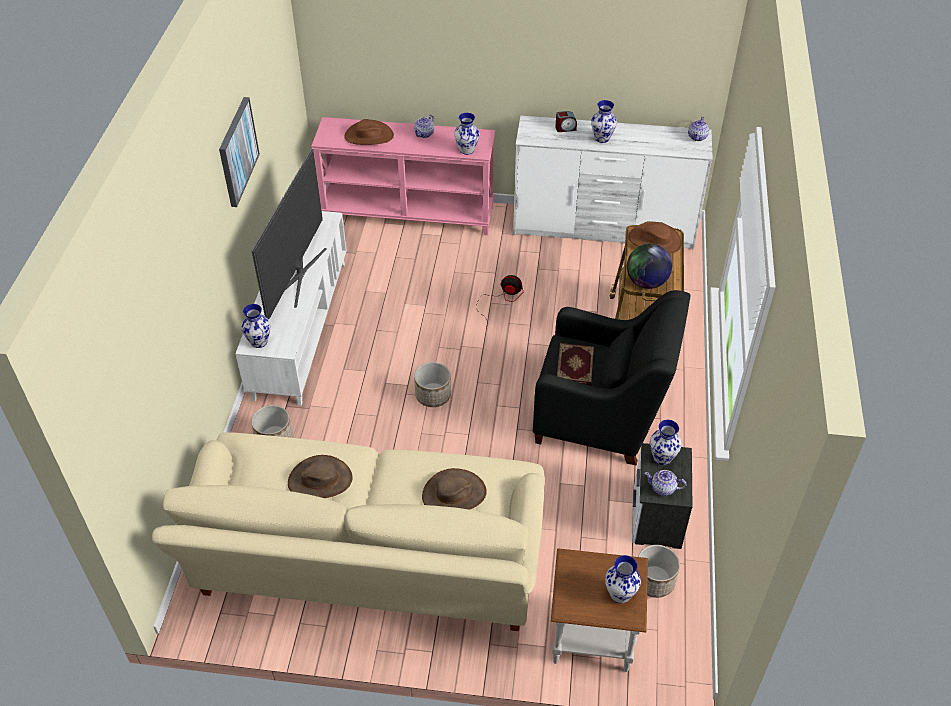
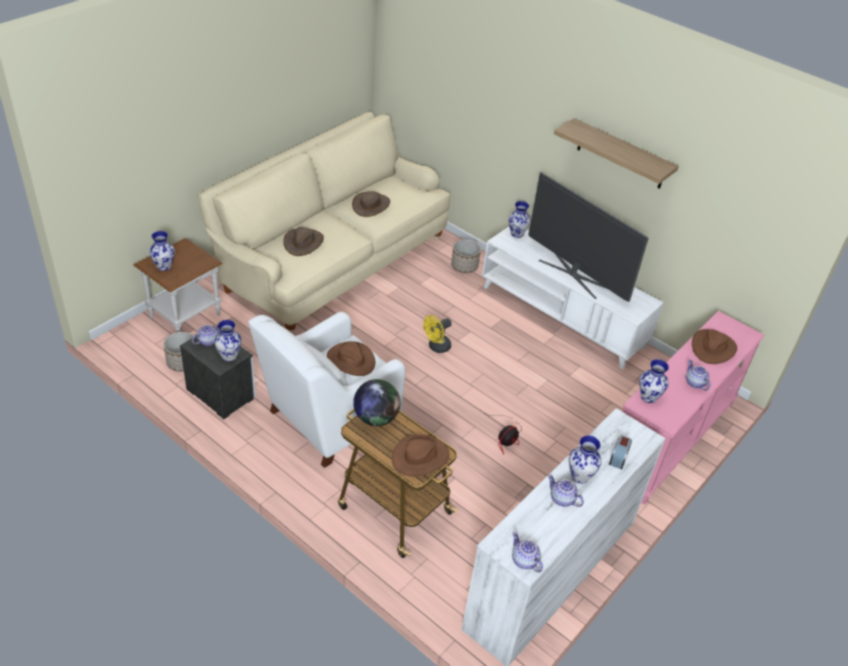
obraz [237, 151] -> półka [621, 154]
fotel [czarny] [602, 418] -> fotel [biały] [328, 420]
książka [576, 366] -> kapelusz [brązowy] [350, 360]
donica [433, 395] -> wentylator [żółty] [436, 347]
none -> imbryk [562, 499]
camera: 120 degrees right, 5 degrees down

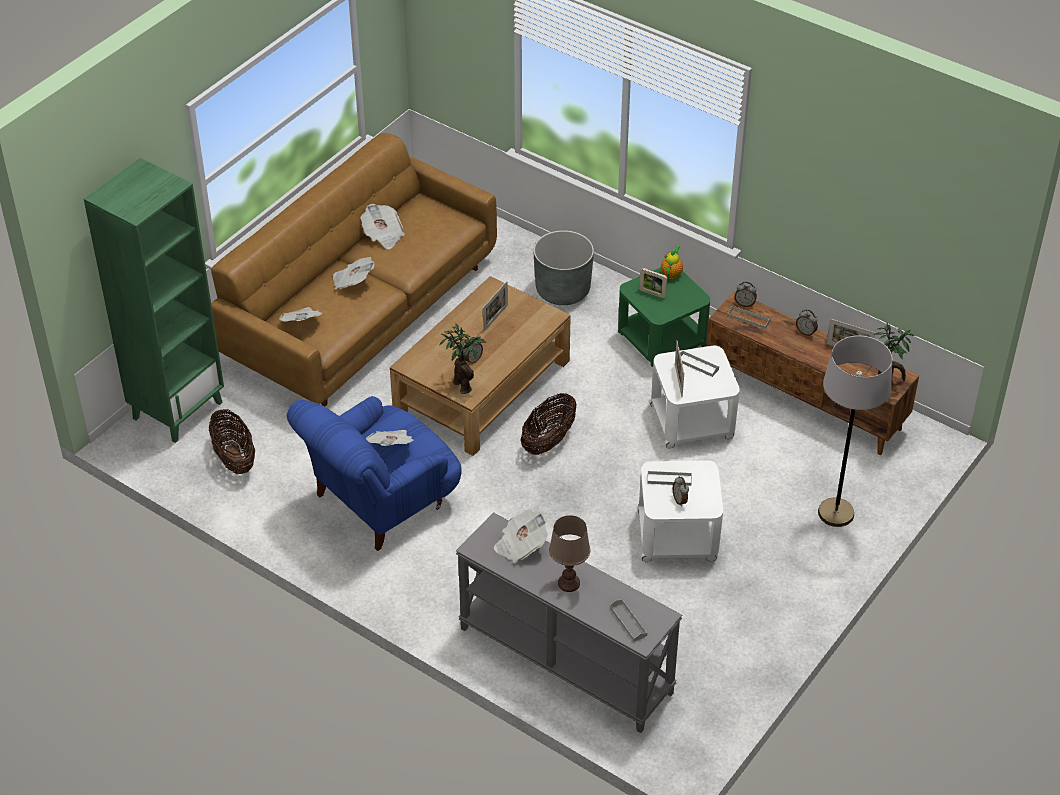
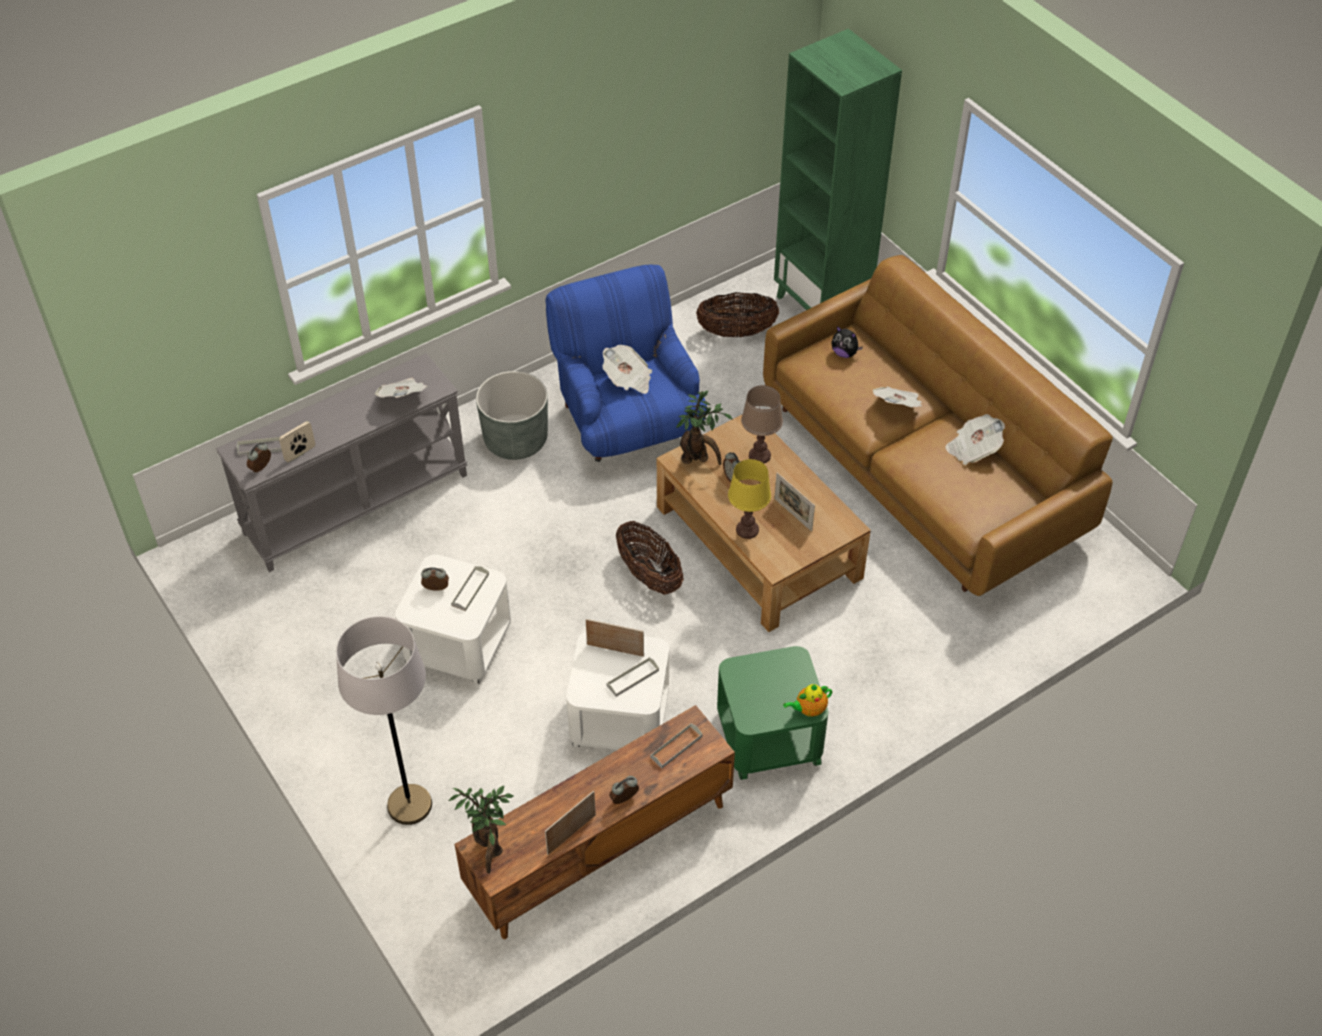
donica [szary] [563, 290] -> donica [szary] [515, 440], moved
imbryk [671, 273] -> imbryk [809, 710], 120 degrees clockwise
ramka na zdjęcie [652, 293] -> ramka na zdjęcie [300, 453], moved
budzik [744, 304] -> budzik [262, 468], moved
gazeta [302, 323] -> pluszak [844, 353]
lampa stołowa [brązowy] [569, 583] -> lampa stołowa [brązowy] [760, 456], moved
none -> lampa stołowa [żółty] [747, 529]
camera: 110 degrees right, 5 degrees up

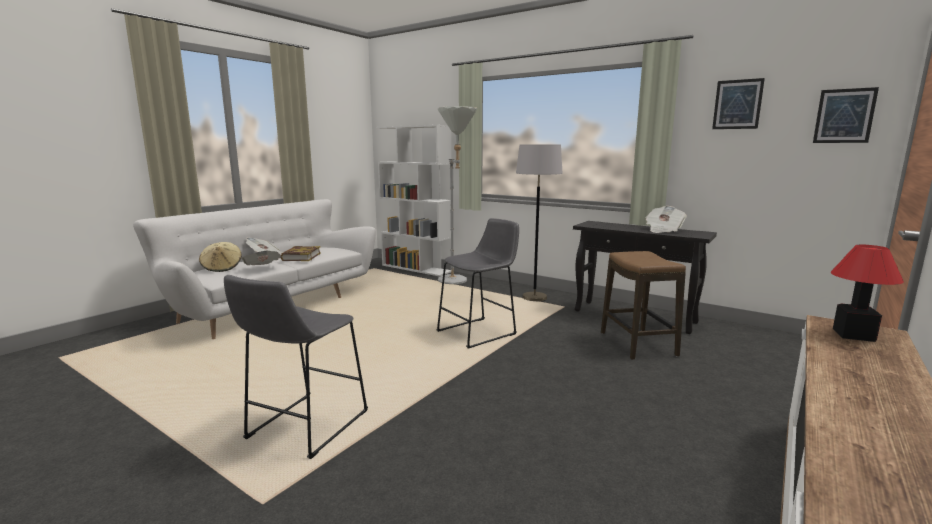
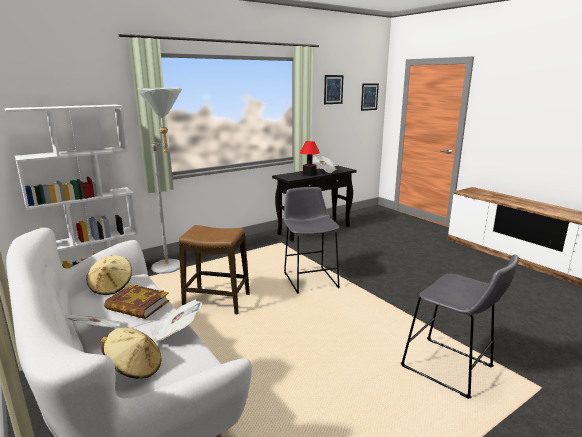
lampa stojąca [szary] [534, 298] -> none
lampa stołowa [854, 335] -> lampa stołowa [309, 174], moved
stołek [638, 344] -> stołek [217, 301], moved
none -> kapelusz [beżowy] [111, 286]
camera: 70 degrees left, 5 degrees up

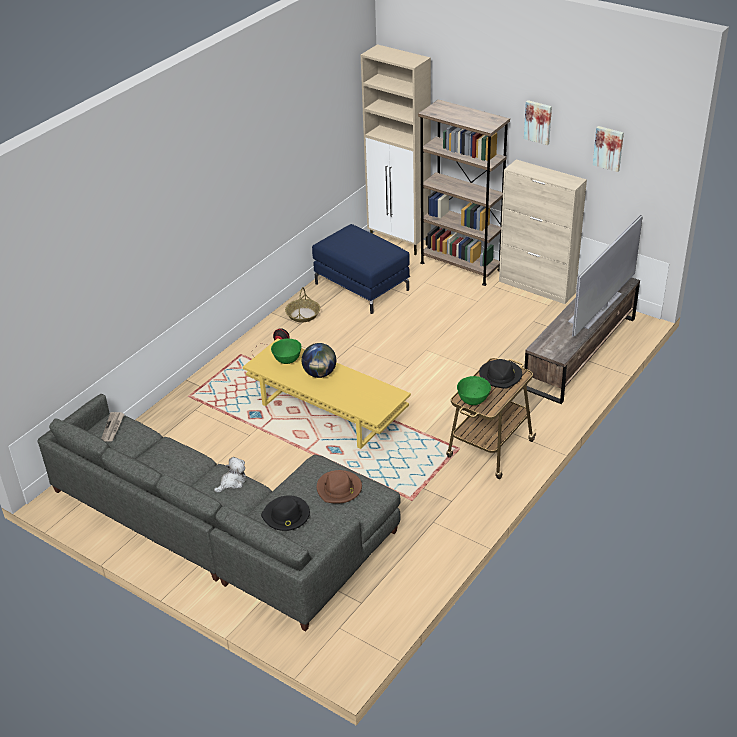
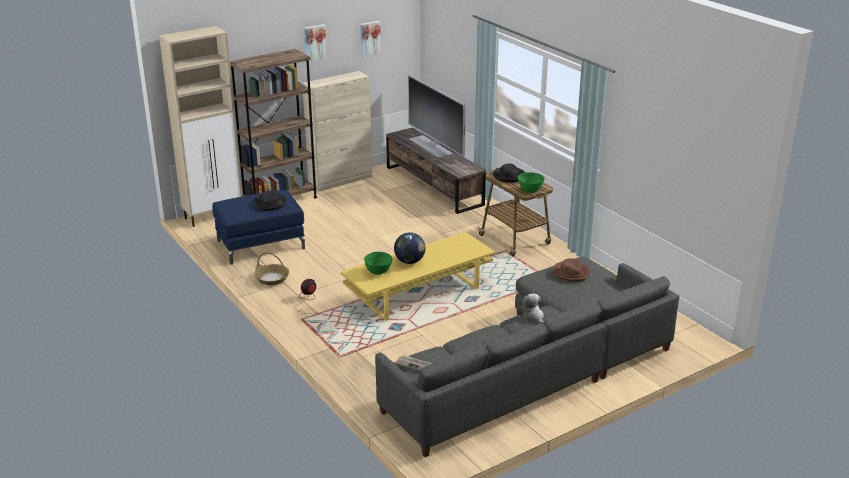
kapelusz [czarny] [286, 516] -> kapelusz [czarny] [270, 203], moved
camera: 70 degrees left, 10 degrees down

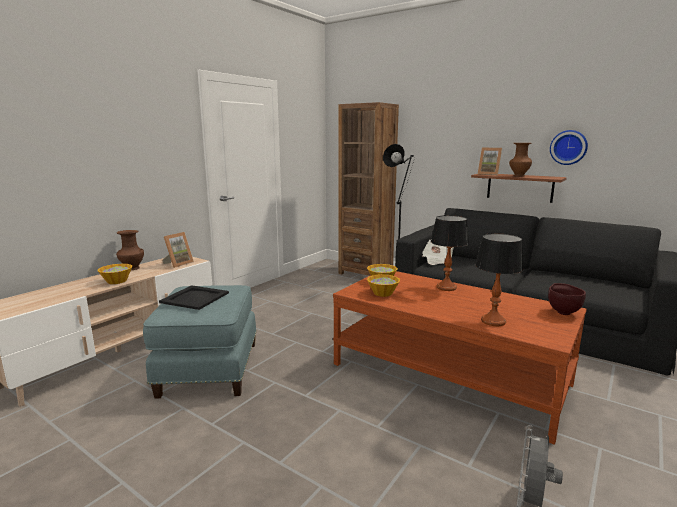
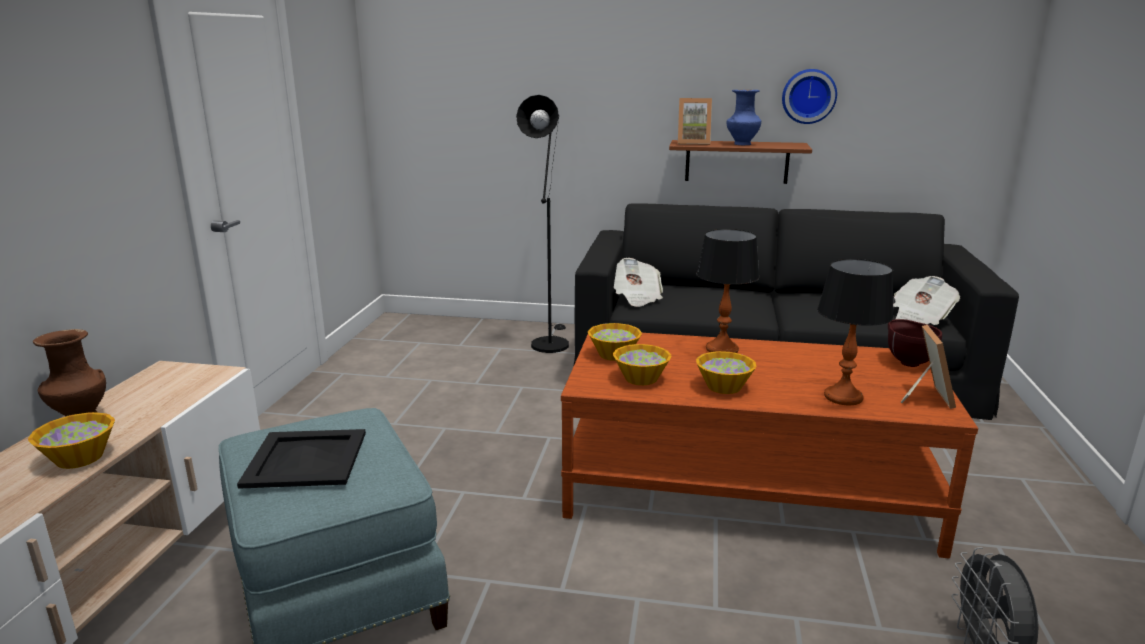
regał [brązowy] [365, 273] -> none
wazon [brązowy] [518, 176] -> wazon [niebieski] [741, 144]
ramka na zdjęcie [178, 264] -> ramka na zdjęcie [925, 396], moved
none -> gazeta [920, 317]
none -> miska [724, 387]
camera: 25 degrees left, 5 degrees up

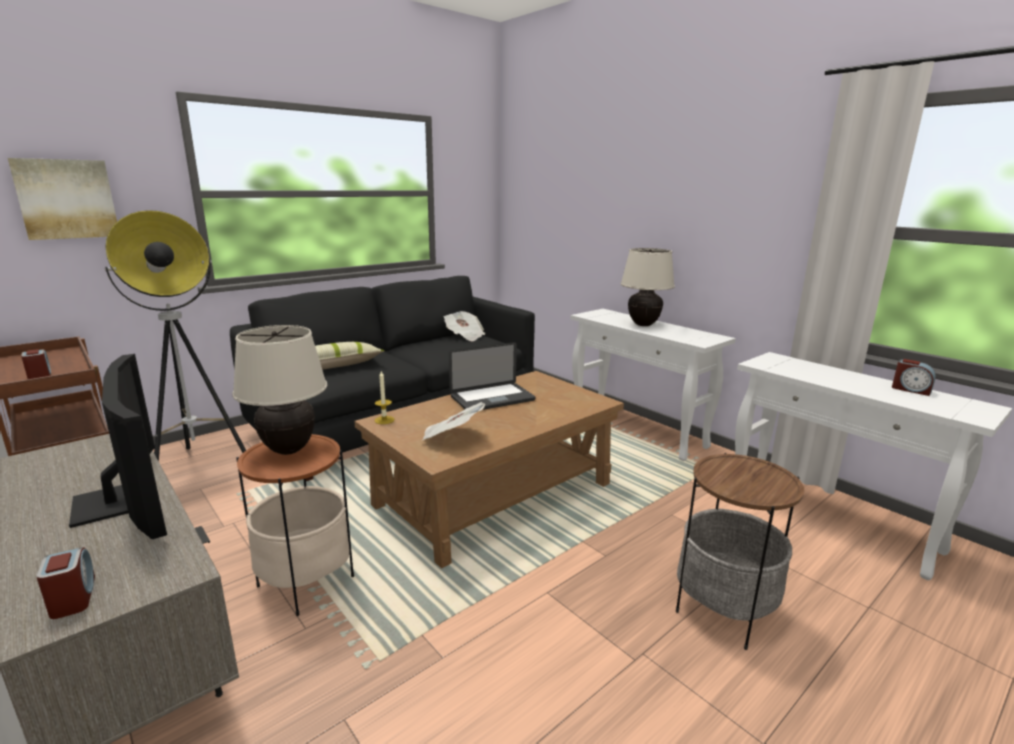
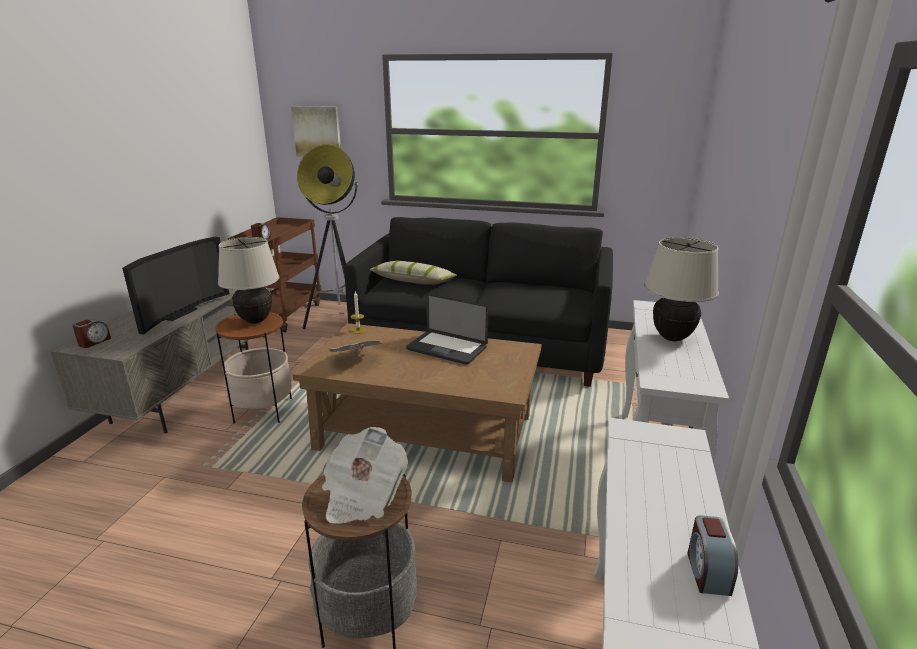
gazeta [464, 336] -> gazeta [362, 495], moved
camera: 55 degrees right, 5 degrees up

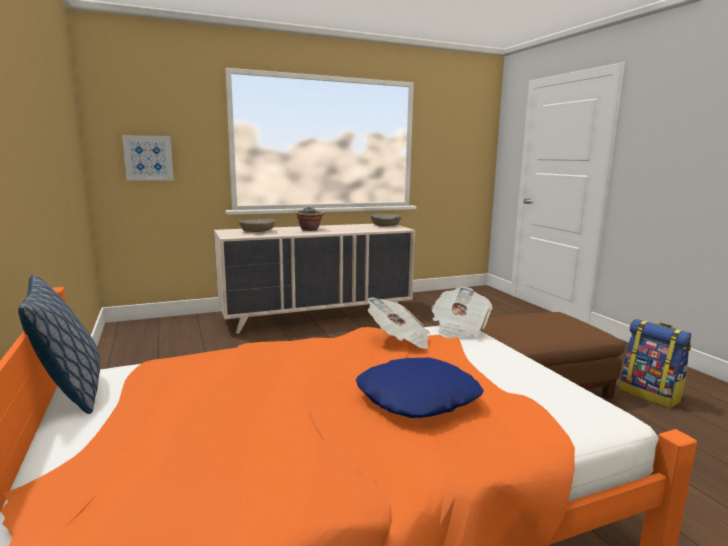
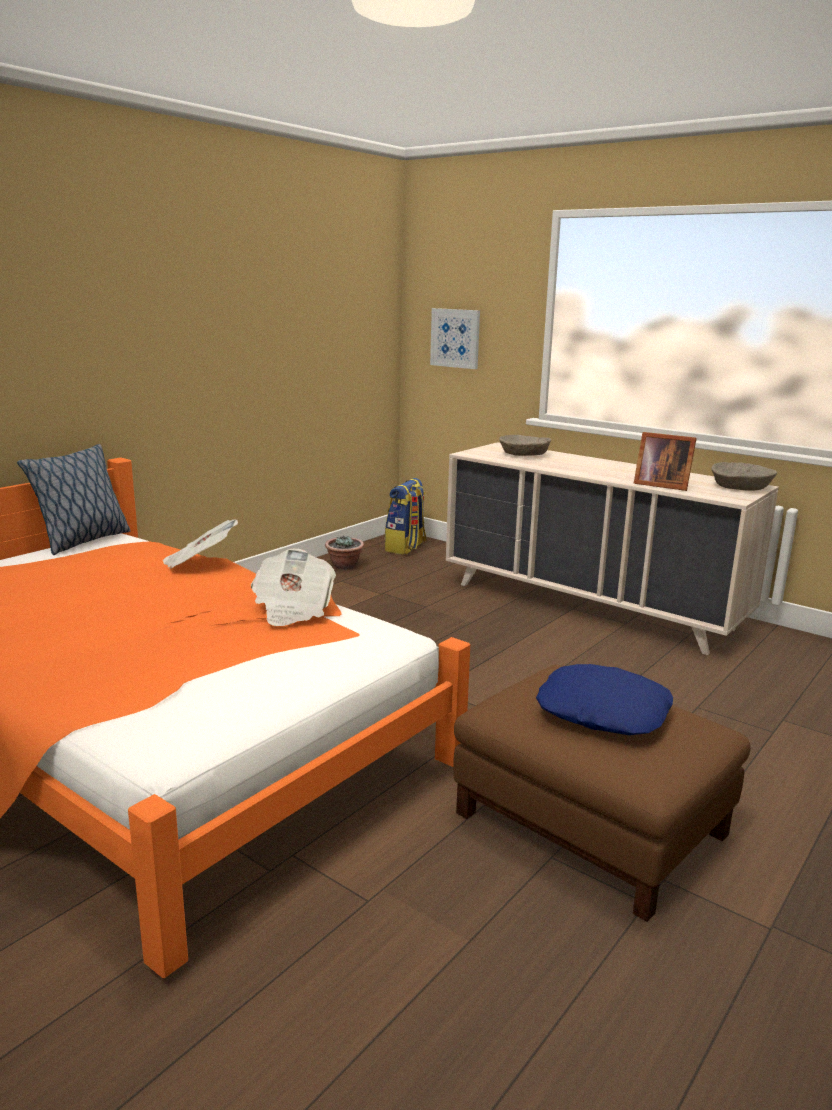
roślina doniczkowa [310, 229] -> roślina doniczkowa [344, 566], moved
gazeta [458, 328] -> gazeta [199, 563], moved
plecak [650, 395] -> plecak [406, 548], moved
poduszka [niebieski] [417, 397] -> poduszka [niebieski] [603, 711], moved
none -> ramka na zdjęcie [660, 485]
camera: 60 degrees right, 5 degrees up

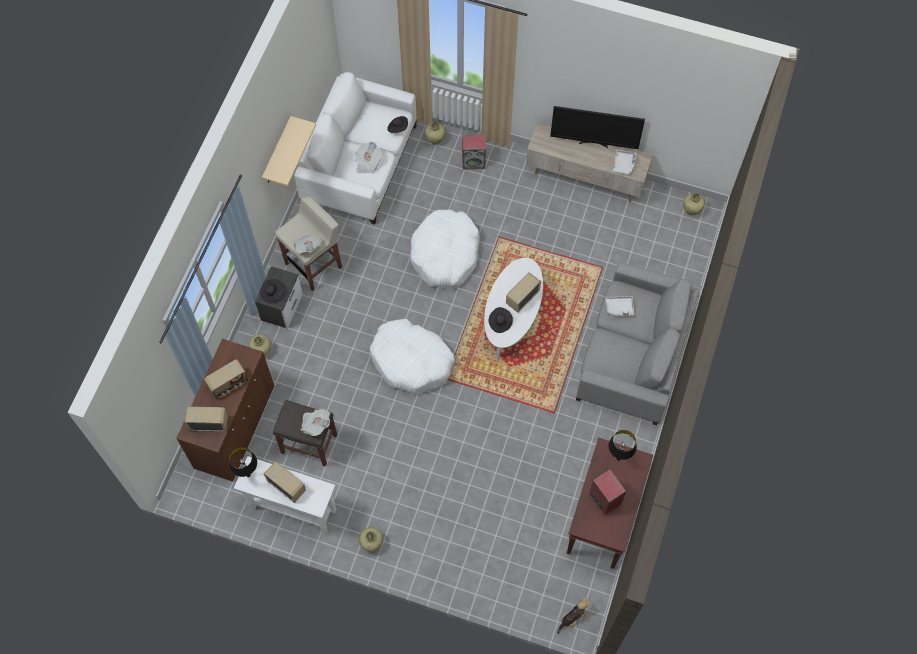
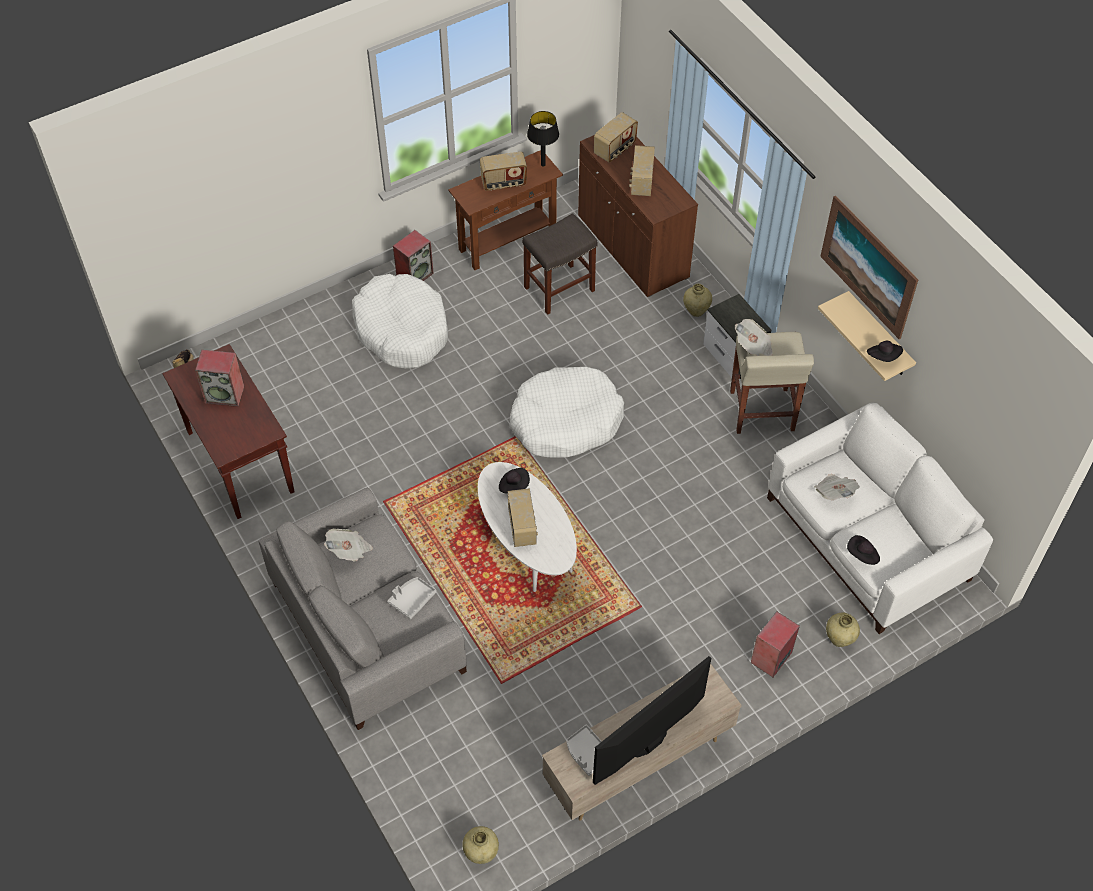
legowisko [biały] [445, 254] -> legowisko [biały] [402, 329], moved
kapelusz [czarny] [272, 293] -> kapelusz [czarny] [883, 357], moved
gazeta [315, 424] -> gazeta [349, 550], moved
lampa stołowa [czarny] [618, 458] -> none
stolik konsolowy [biały] [293, 509] -> stolik konsolowy [brązowy] [507, 241]
wazon [beżowy] [372, 543] -> głośnik [415, 275]
none -> obraz [868, 267]
camera: 130 degrees right, 10 degrees down

